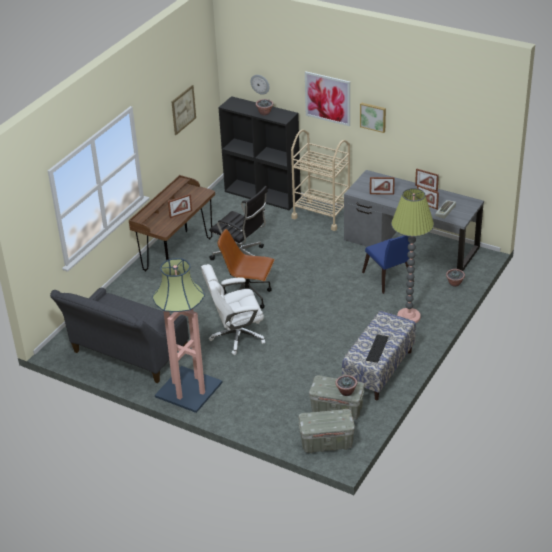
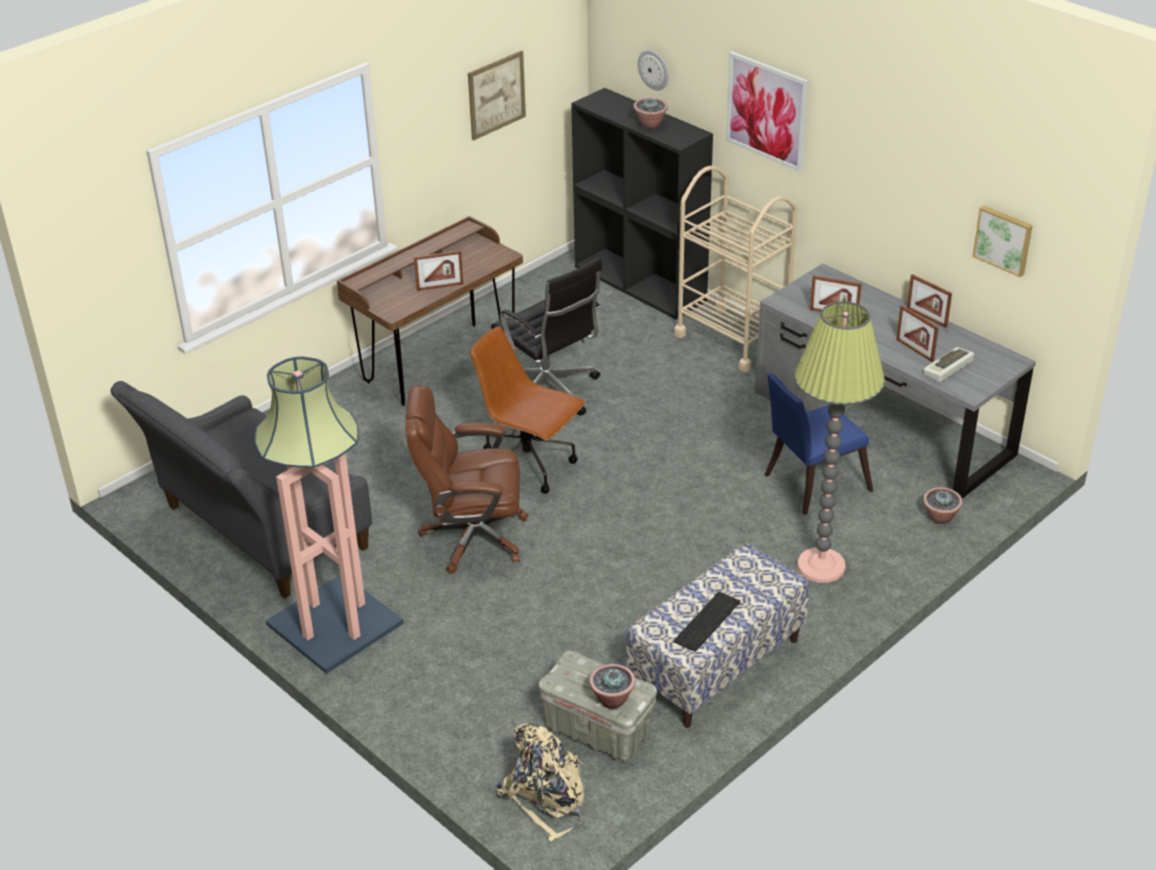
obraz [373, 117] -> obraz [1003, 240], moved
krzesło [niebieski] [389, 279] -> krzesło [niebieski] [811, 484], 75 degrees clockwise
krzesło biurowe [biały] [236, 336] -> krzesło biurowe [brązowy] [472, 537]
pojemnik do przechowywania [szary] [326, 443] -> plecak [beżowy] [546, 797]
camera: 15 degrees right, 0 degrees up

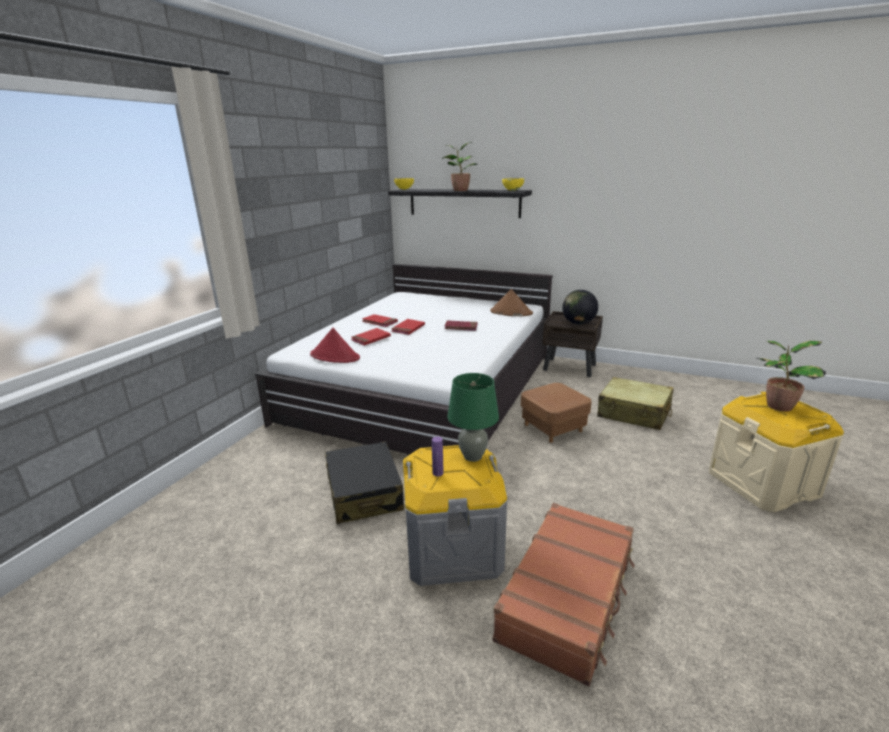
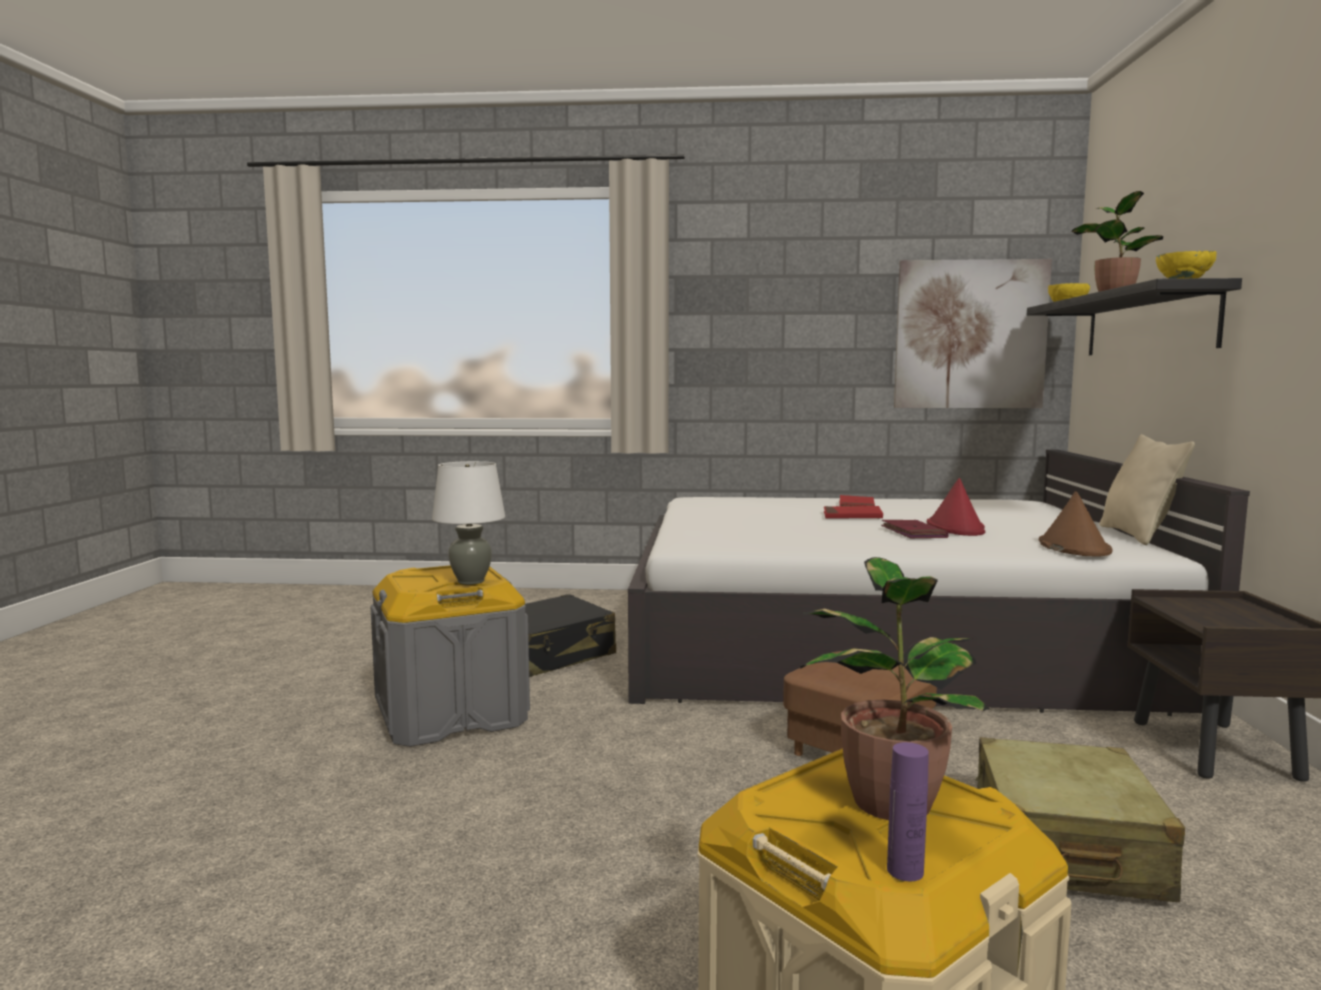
globus [578, 323] -> none
kapelusz [czerwony] [335, 356] -> kapelusz [czerwony] [955, 527], moved
książka [czerwony] [371, 338] -> none
lampa stołowa [zielony] [473, 456] -> lampa stołowa [biały] [471, 581]
butelka [fioletowy] [438, 473] -> butelka [fioletowy] [905, 871], moved
walizka [brązowy] [568, 597] -> none
none -> obraz [970, 334]
none -> poduszka [beżowy] [1138, 535]
camera: 70 degrees right, 15 degrees down

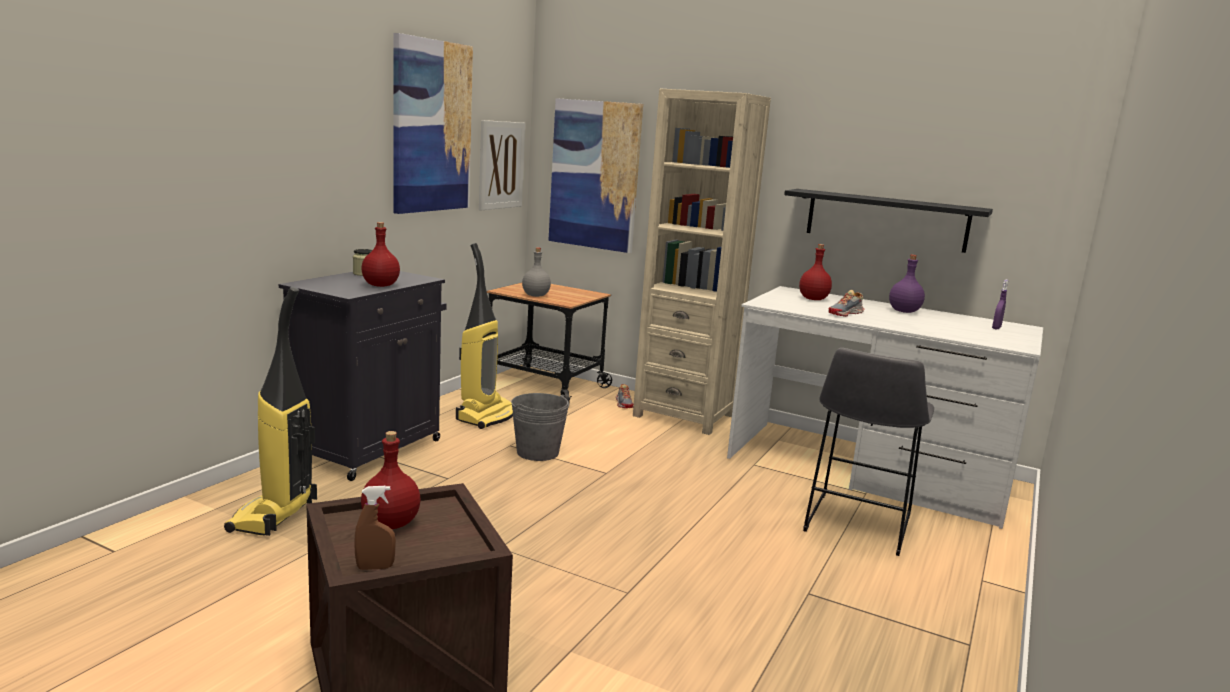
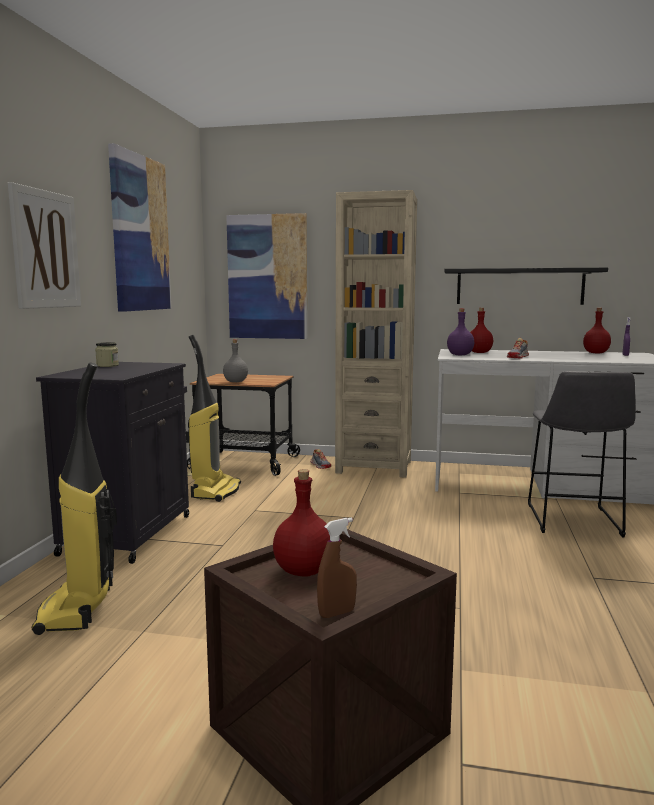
obraz [501, 165] -> obraz [45, 249], moved
butelka [czerwony] [380, 285] -> butelka [czerwony] [595, 353], moved
butelka [fioletowy] [903, 311] -> butelka [fioletowy] [459, 355], moved
wiadro [szary] [537, 452] -> none
camera: 15 degrees left, 5 degrees down

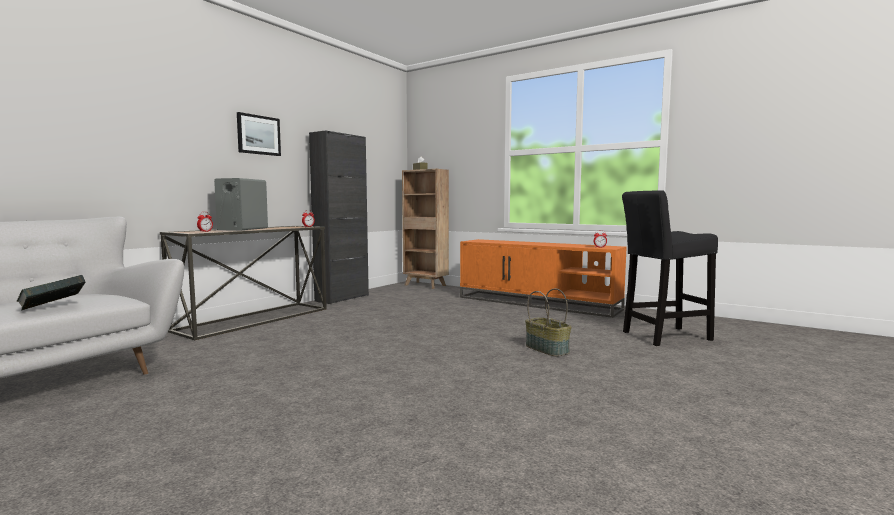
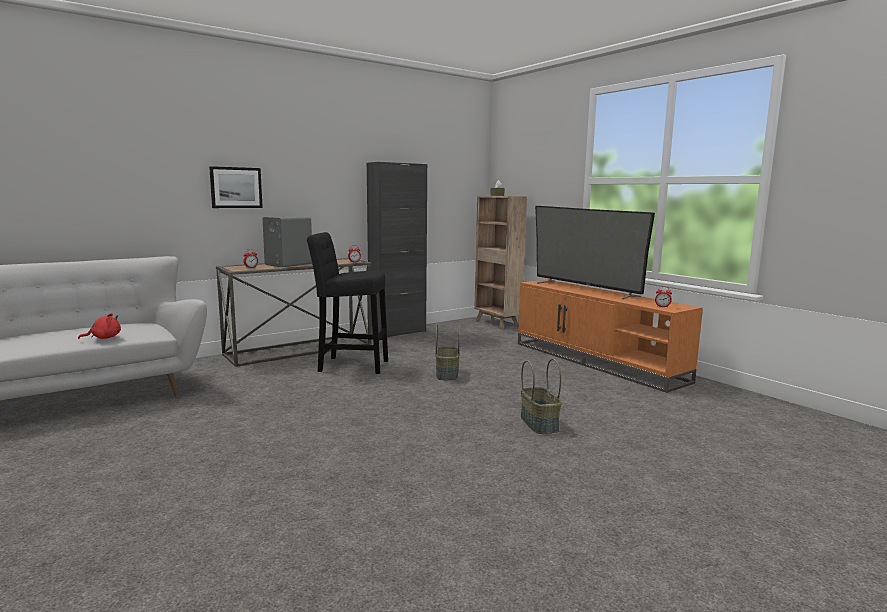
obraz [258, 135] -> obraz [236, 187], moved
stołek [czarny] [662, 336] -> stołek [czarny] [349, 365], moved
książka [53, 308] -> pluszak [czerwony] [104, 338]
none -> telewizor [585, 289]
none -> koszyk [446, 374]
camera: 20 degrees right, 5 degrees up

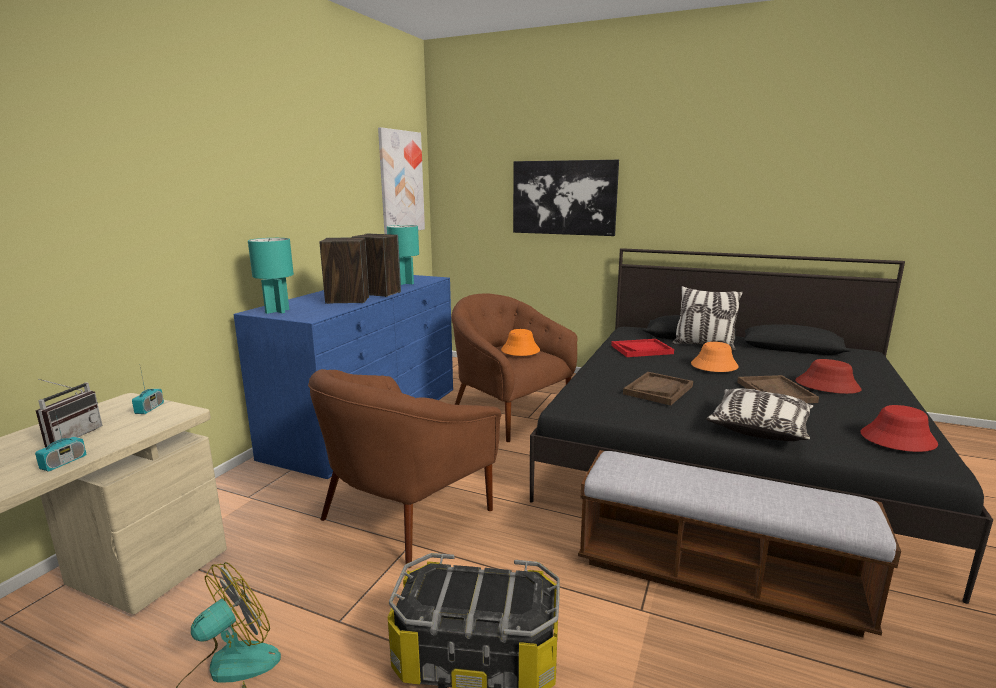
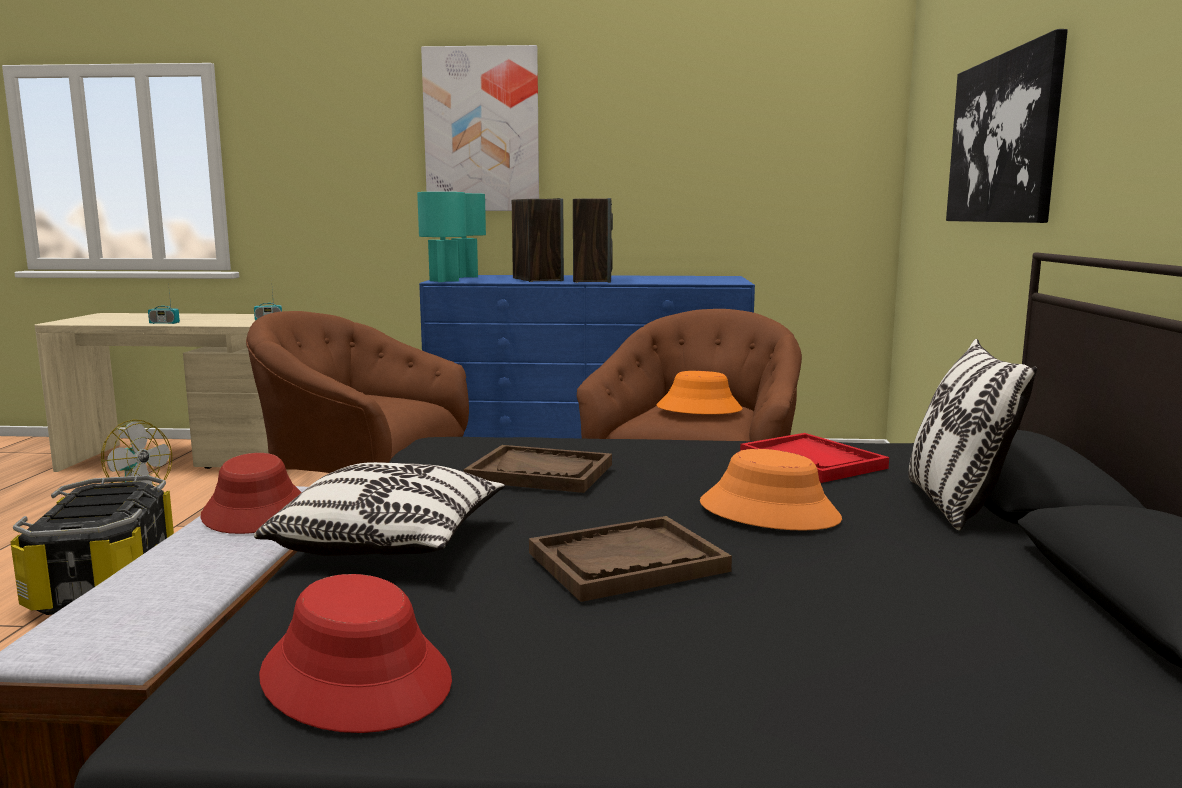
obraz [401, 182] -> obraz [481, 130], moved
lampa stołowa [turkusowy] [405, 283] -> lampa stołowa [turkusowy] [443, 281], moved
kapelusz [czerwony] [827, 385] -> kapelusz [czerwony] [256, 511], moved
radio [70, 436] -> none
camera: 70 degrees right, 5 degrees down

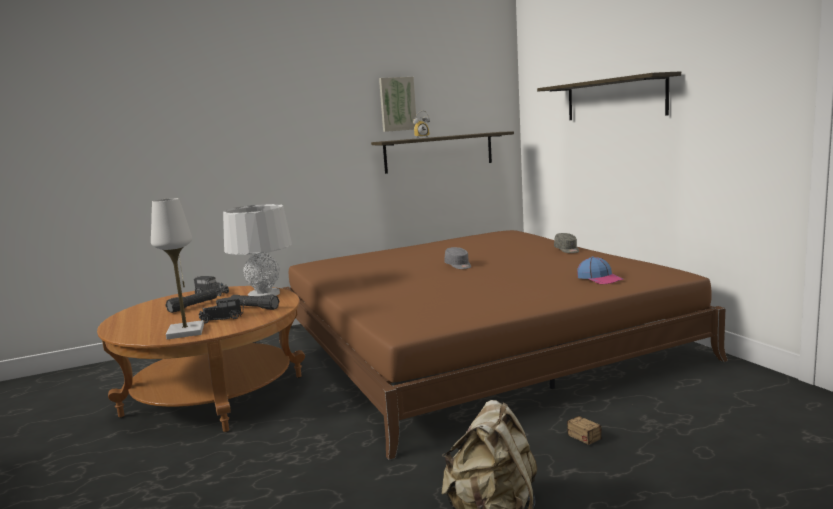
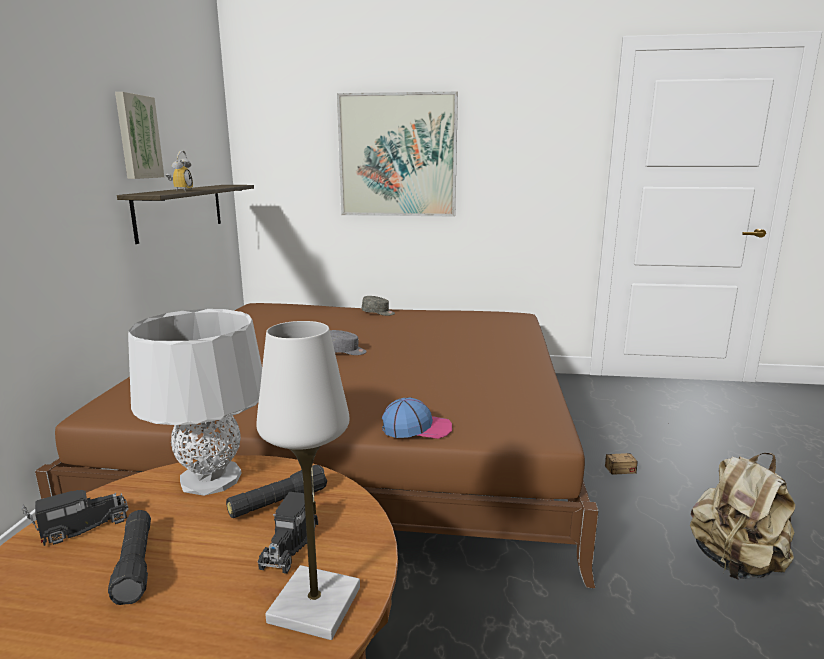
półka [614, 99] -> obraz [397, 156]
czapka z daszkiem [600, 279] -> czapka z daszkiem [417, 428], moved
camera: 60 degrees left, 5 degrees up

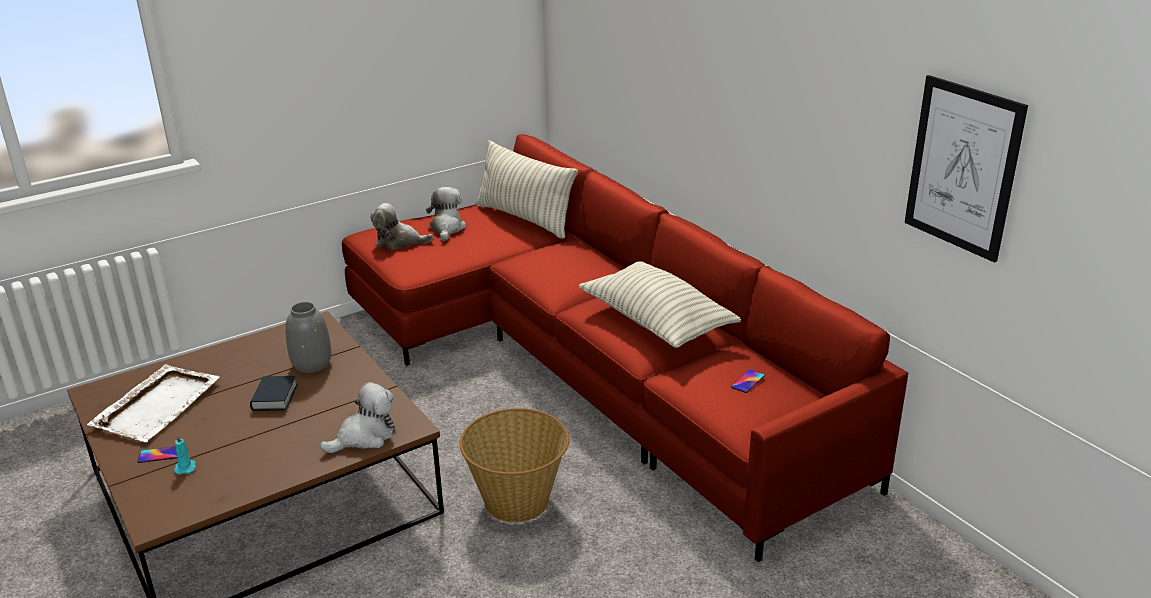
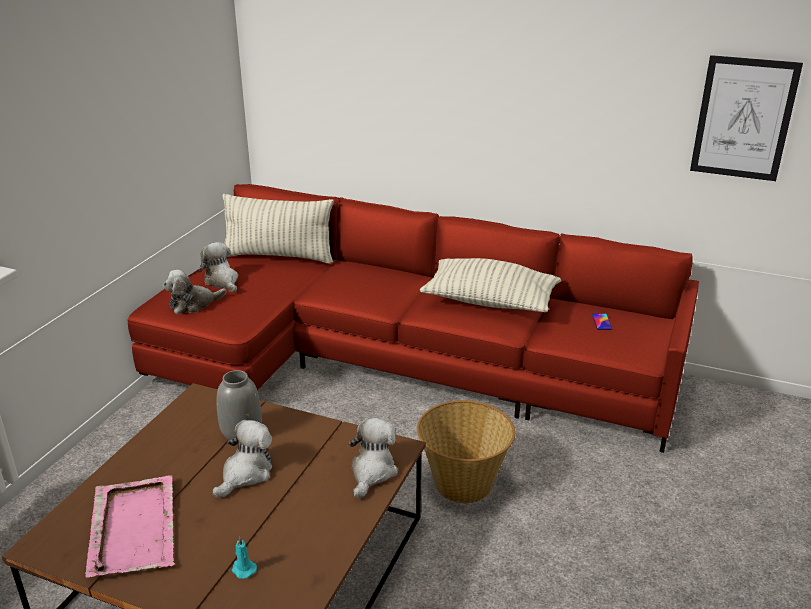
taca [biały] [158, 405] -> taca [różowy] [134, 527]
książka [274, 398] -> pluszak [246, 473]
telefon [160, 454] -> none
camera: 35 degrees left, 0 degrees up

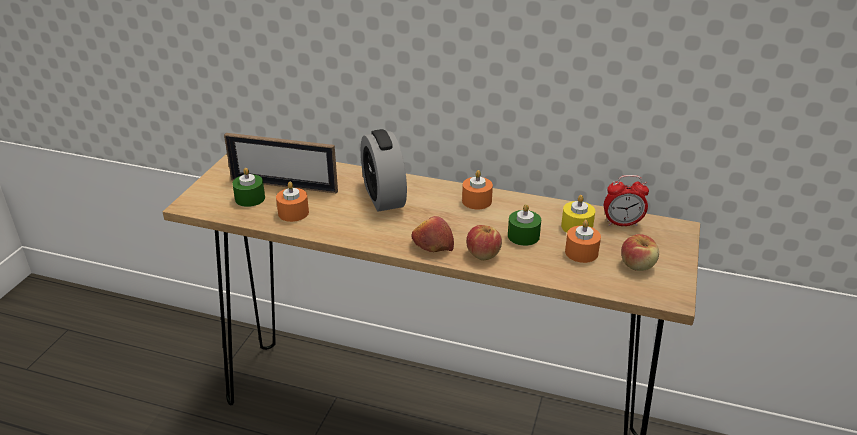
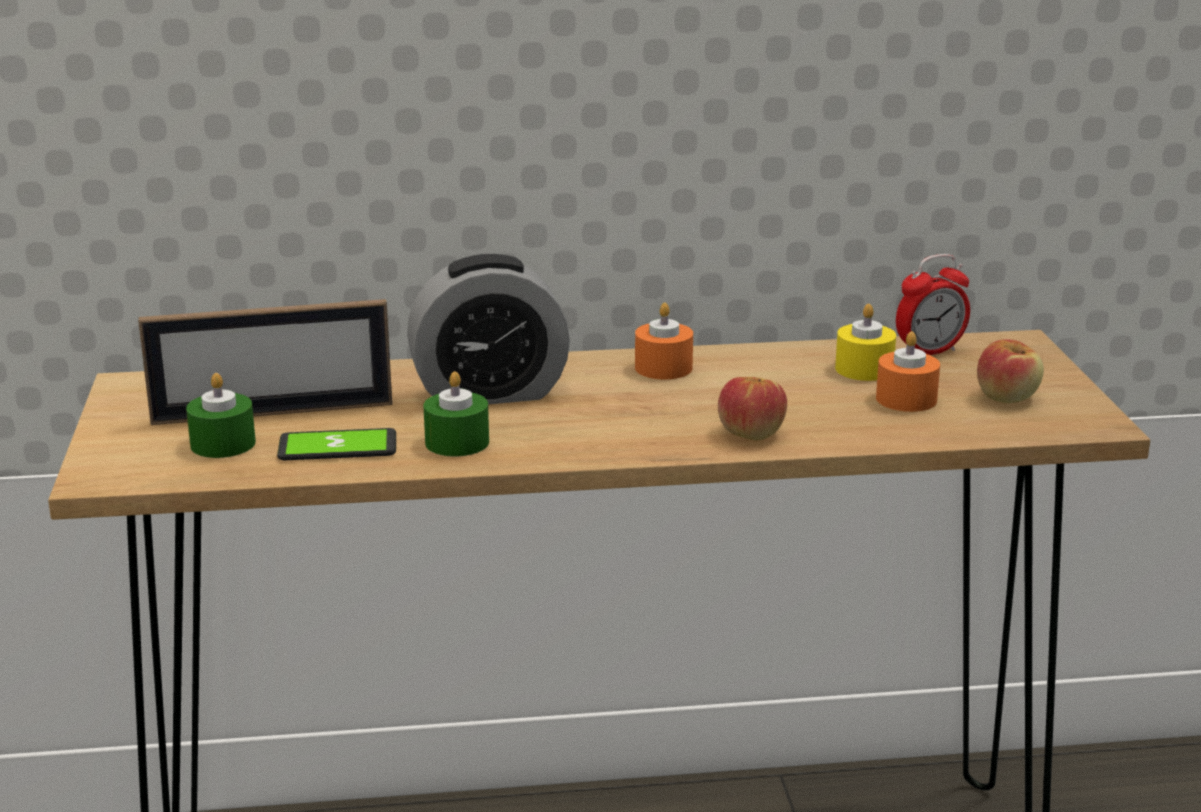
budzik [384, 197] -> budzik [489, 393], 60 degrees counterclockwise
świeca [pomarańczowy] [293, 213] -> telefon [337, 447]
świeca [zielony] [523, 236] -> świeca [zielony] [457, 442], moved
jabłko [432, 245] -> none
camera: 25 degrees left, 10 degrees down

